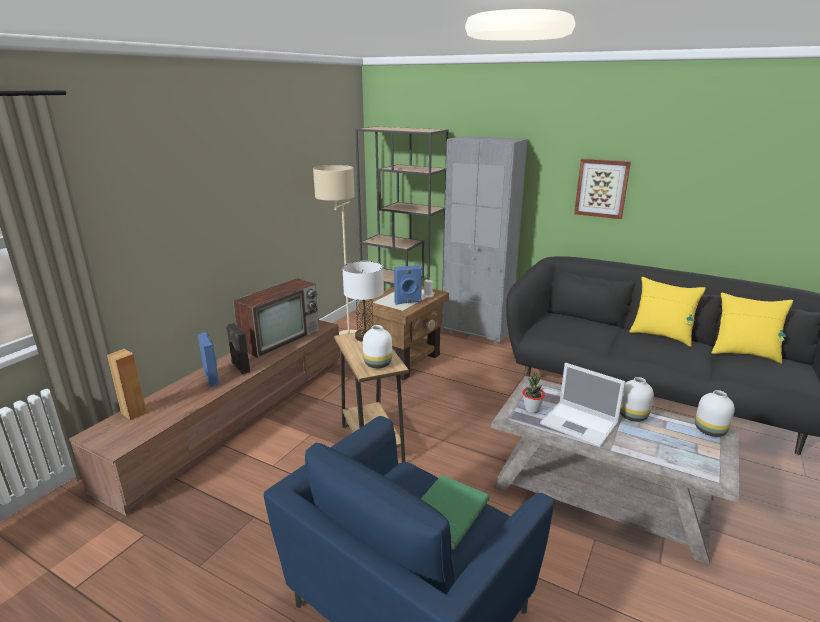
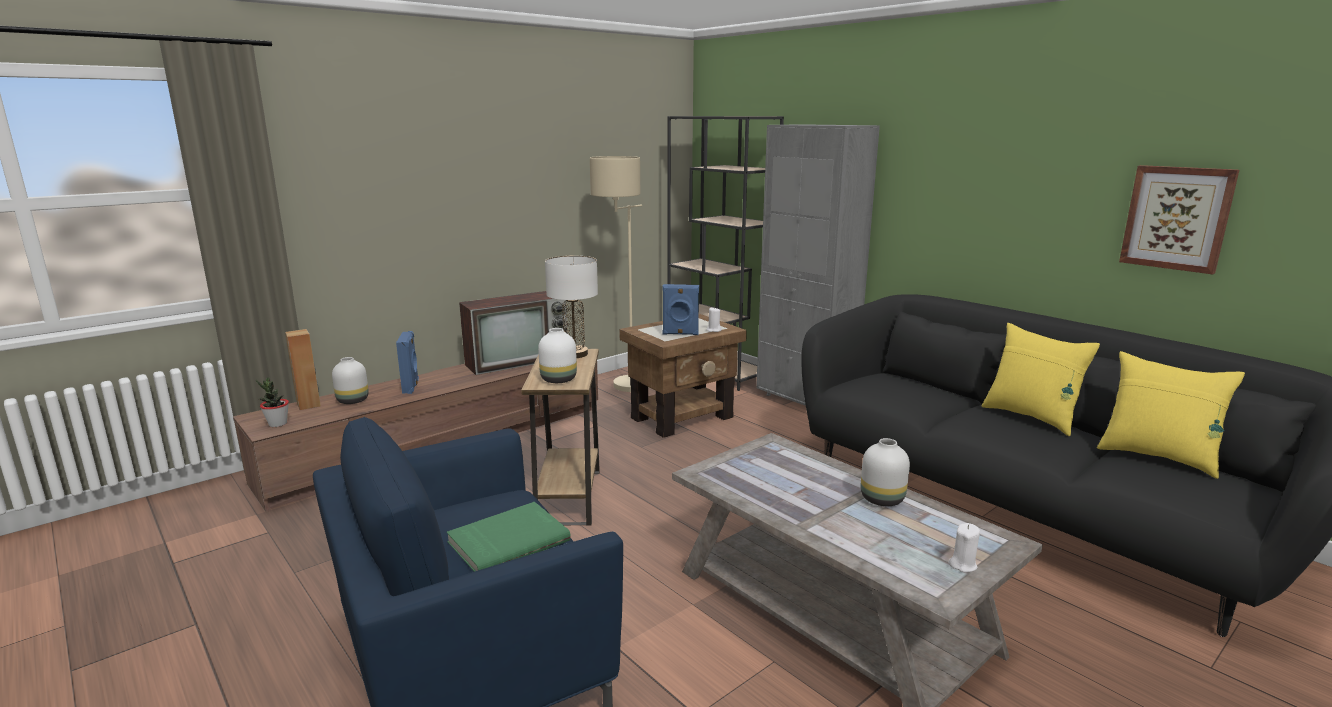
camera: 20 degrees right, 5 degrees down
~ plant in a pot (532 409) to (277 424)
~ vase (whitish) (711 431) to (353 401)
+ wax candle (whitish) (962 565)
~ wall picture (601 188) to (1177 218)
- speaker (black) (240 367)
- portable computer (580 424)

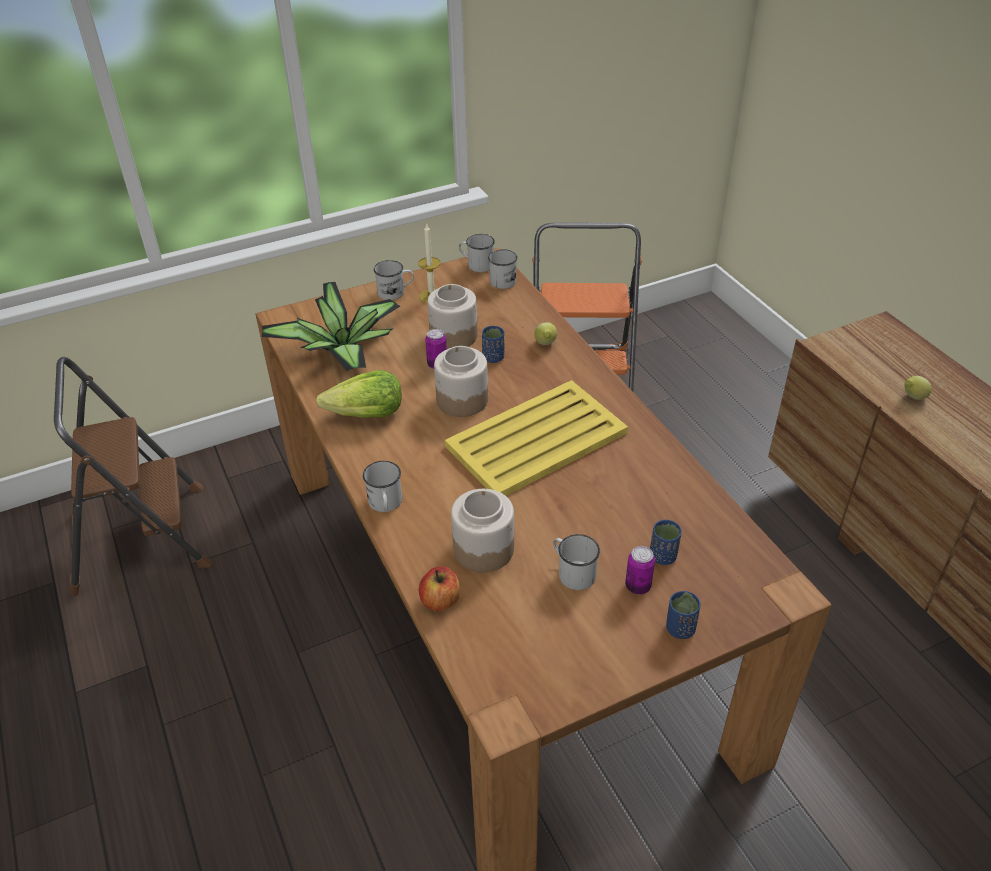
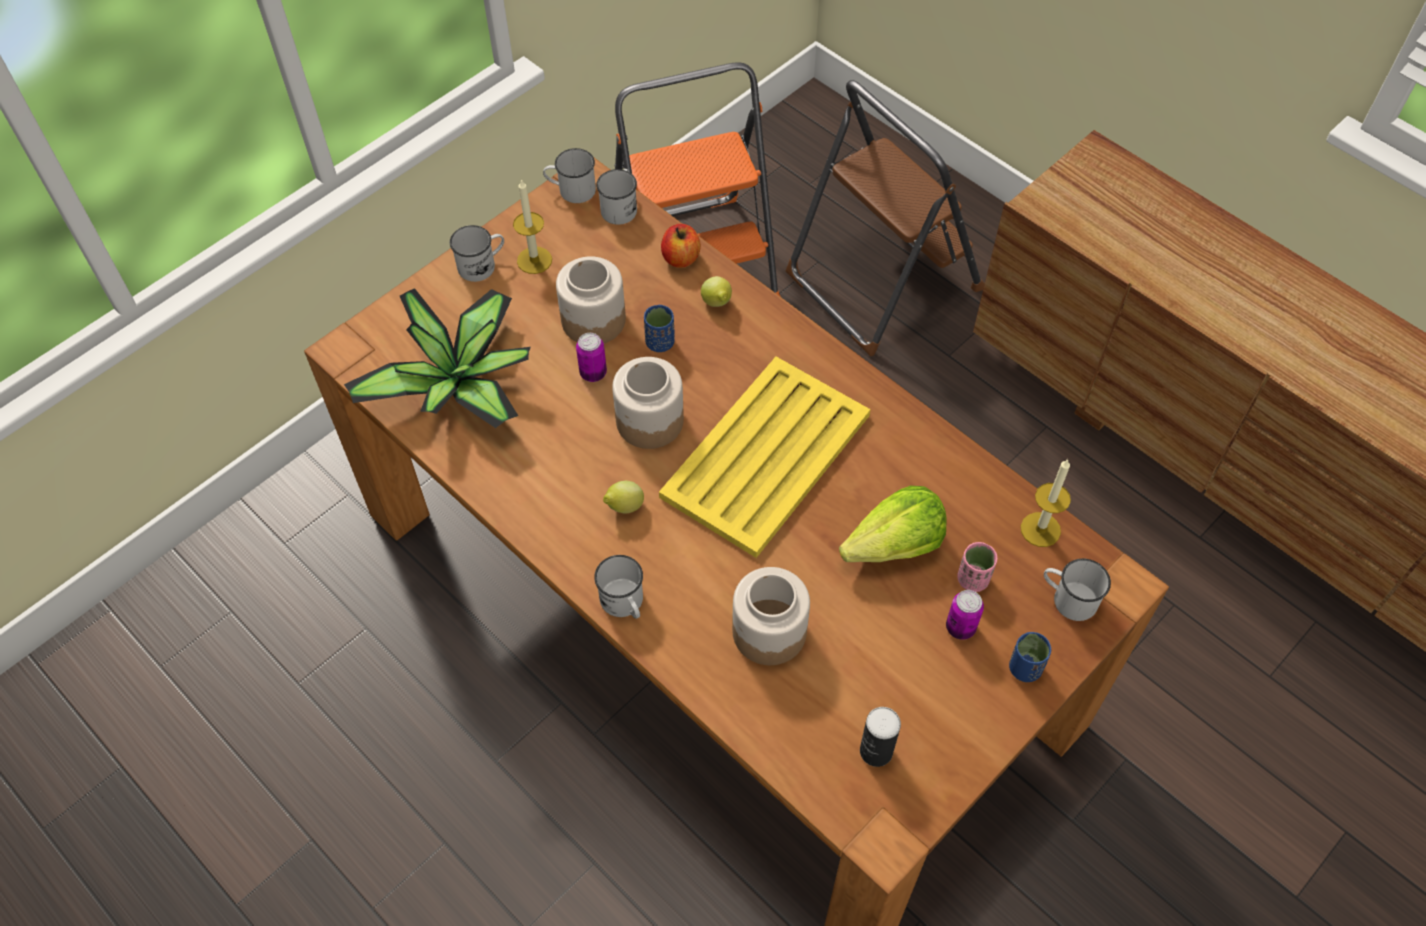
camera: 20 degrees left, 15 degrees up
~ citrus fruit (913 397) to (624 507)
~ apple (440 600) to (681 258)
~ step stool (brown) (133 539) to (877 282)
~ lettuce head (366 415) to (894 545)
+ metal can (876 751)
~ small cup (blue) (663 556) to small cup (pink-coloured) (973 579)
+ wax candle (1040 529)
~ coffee mug (whitish) (572 572) to (1068 598)

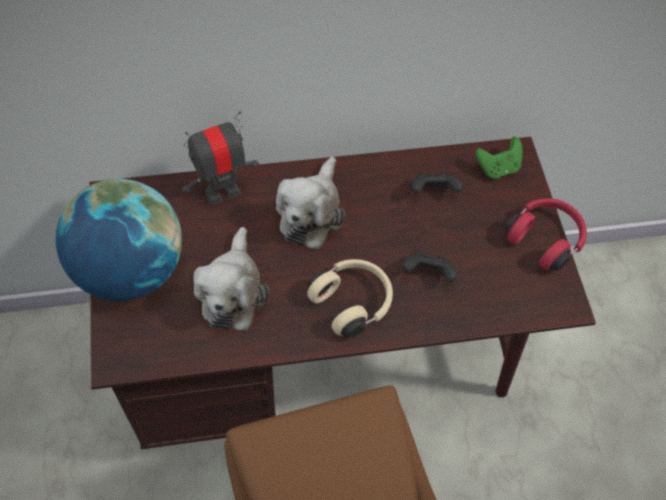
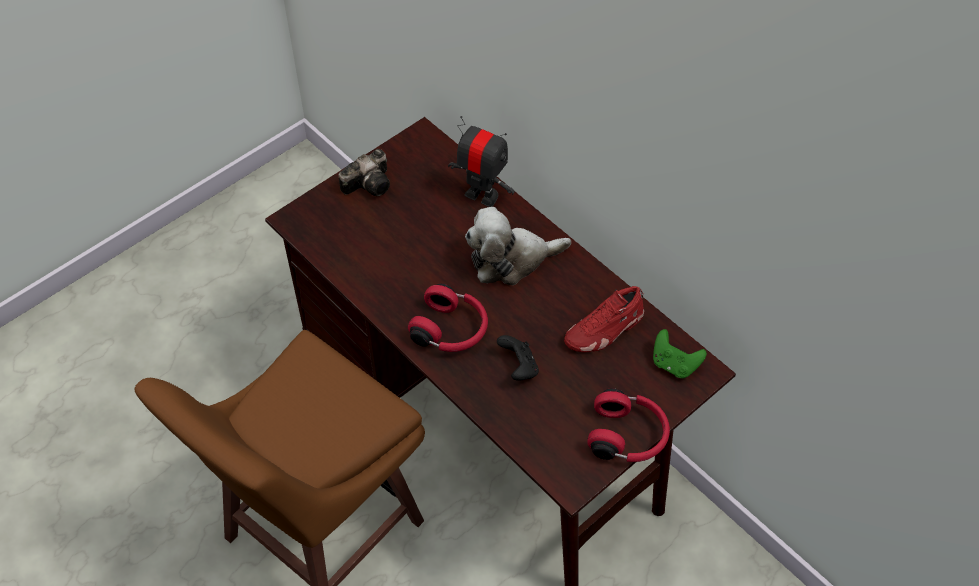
camera: 60 degrees right, 5 degrees down
~ desk globe (130 270) to photo camera (370 183)
~ pair of headphones (beige-coloured) (352 302) to pair of headphones (reddish) (451 330)
~ joypad (black) (433 192) to item of footwear (reddish) (604 330)
- cuddly toy (232 291)

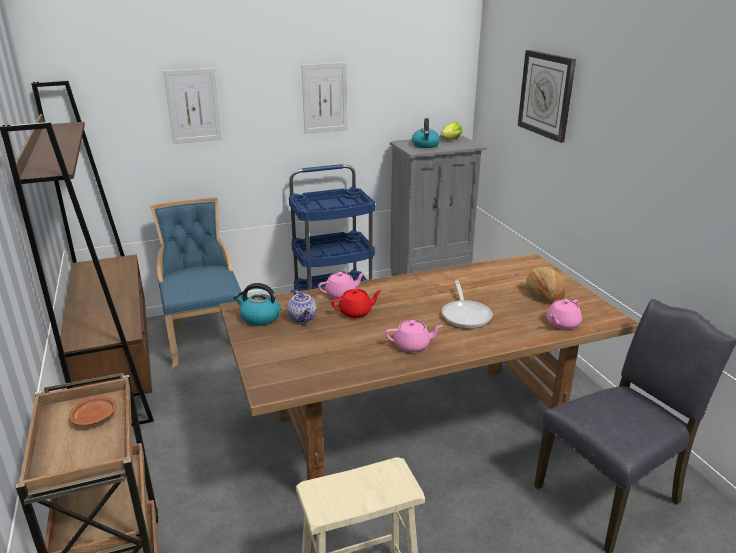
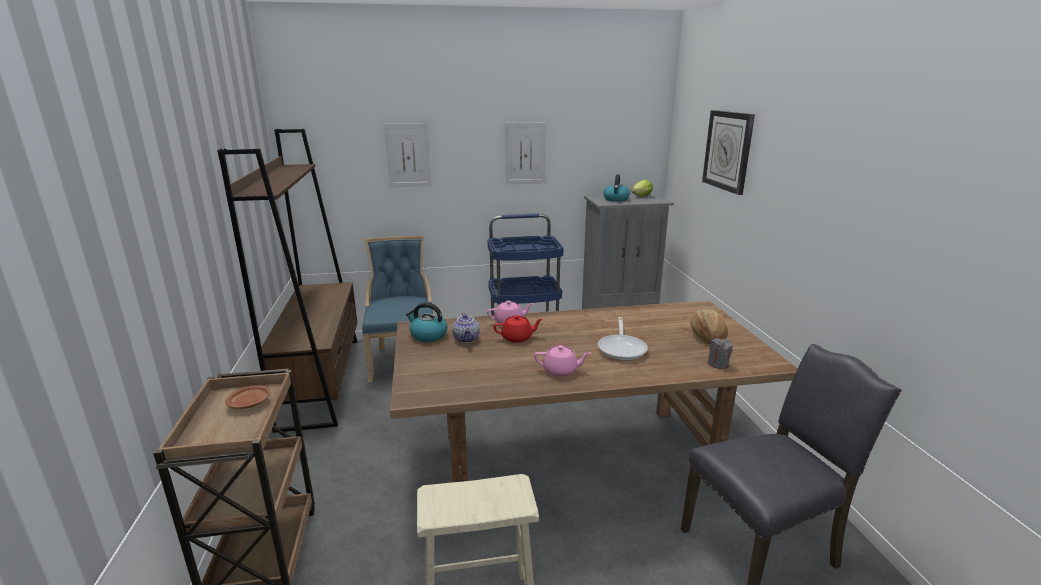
camera: 10 degrees right, 5 degrees down
~ teapot (pink-coloured) (562 323) to wax candle (greyish) (718 364)

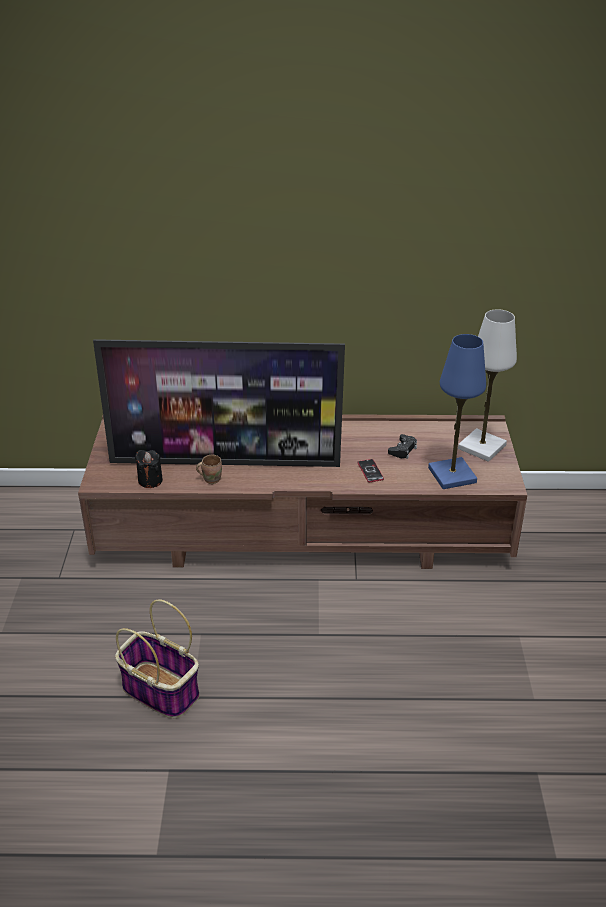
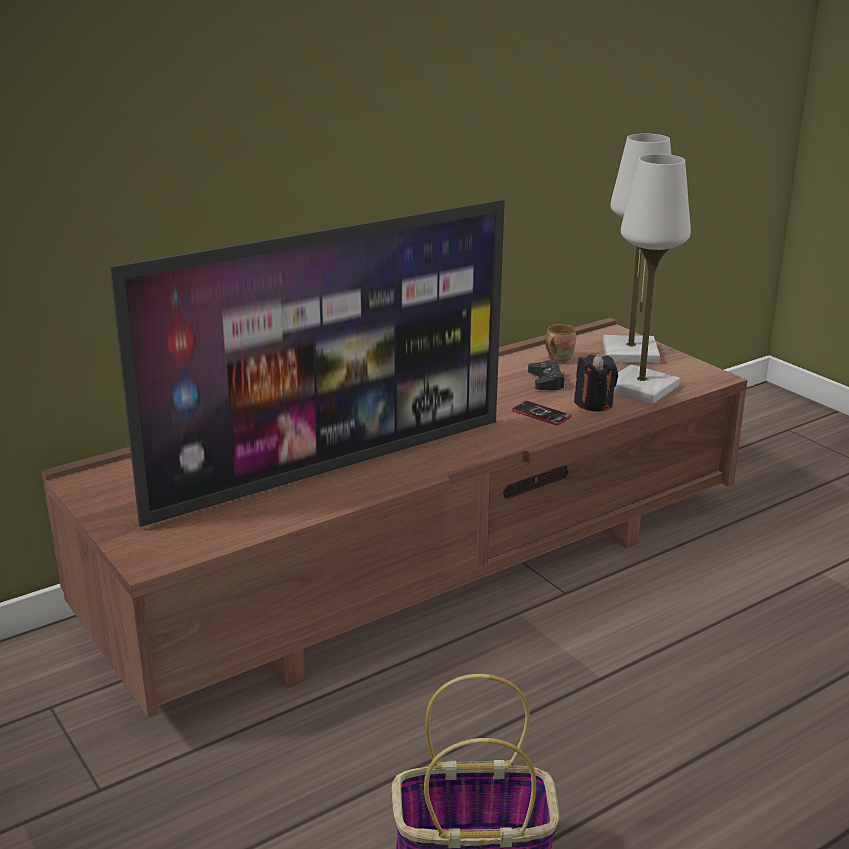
camera: 35 degrees left, 10 degrees down
~ coffee mug (brown) (211 479) to (557 360)
~ wax candle (black) (150 480) to (594 404)
~ lamp for a table (blue) (451 475) to lamp for a table (whitish) (640 388)

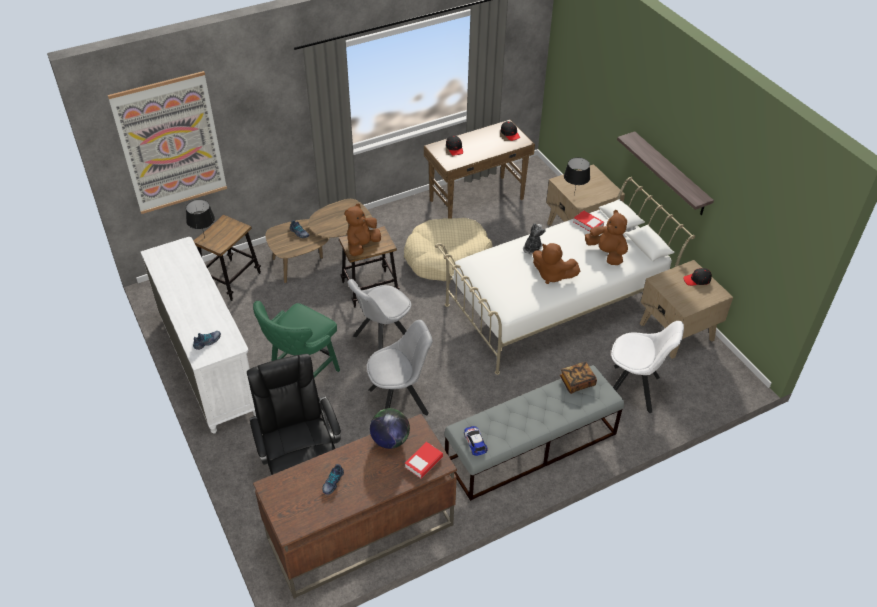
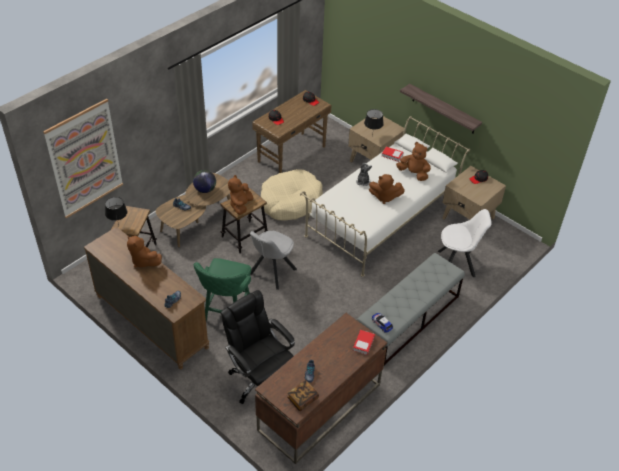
camera: 20 degrees left, 0 degrees up
~ chest of drawers (whitish) (208 365) to chest of drawers (brown) (151 322)
+ cuddly toy (brown) (143 261)
~ desk globe (390 440) to (205 190)
~ volume (577 382) to (302 399)
- upright chair (greyish) (400 401)

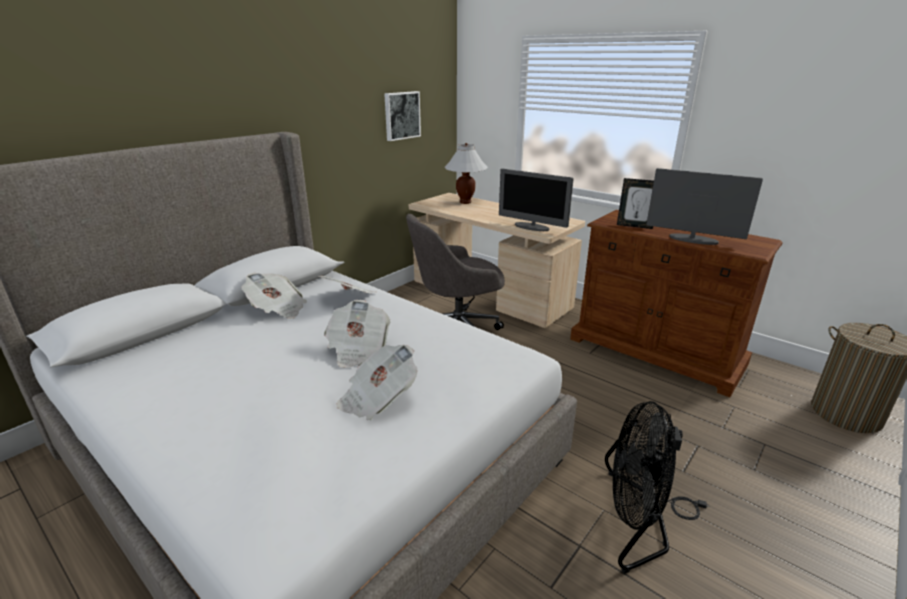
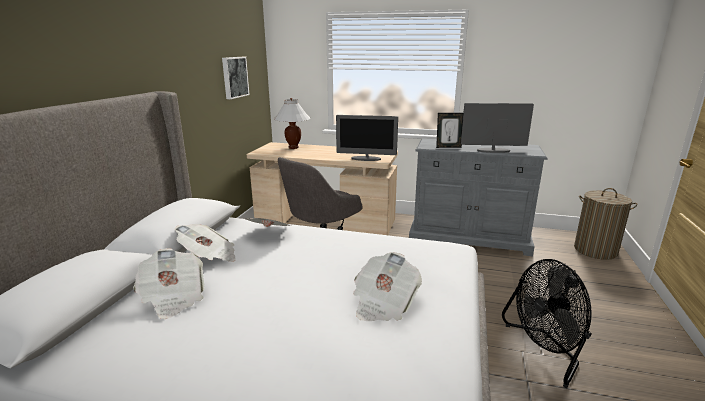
camera: 25 degrees left, 5 degrees down
~ newspaper (358 349) to (173 298)
~ chest of drawers (brown) (657 351) to chest of drawers (greyish) (469 237)

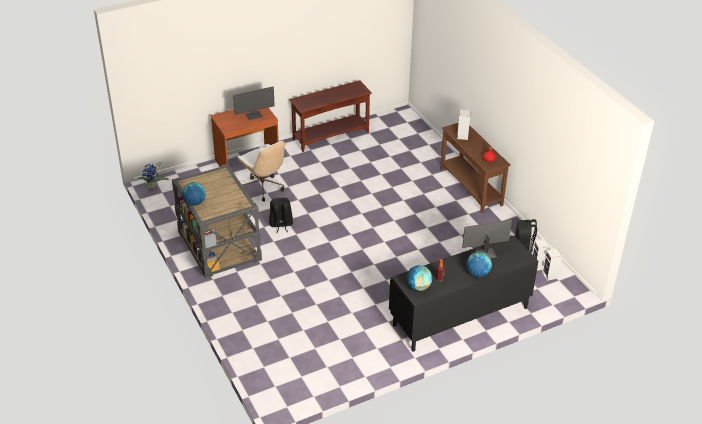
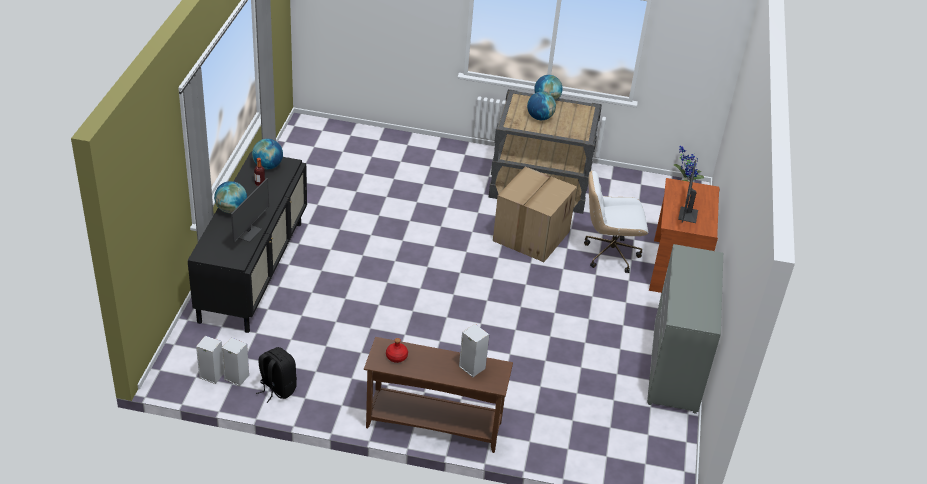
camera: 125 degrees right, 0 degrees up
~ rucksack (black) (281 225) to cardboard box (531 235)
+ desk globe (539 117)
~ console table (brown) (331 136) to chest of drawers (greyish) (675 366)

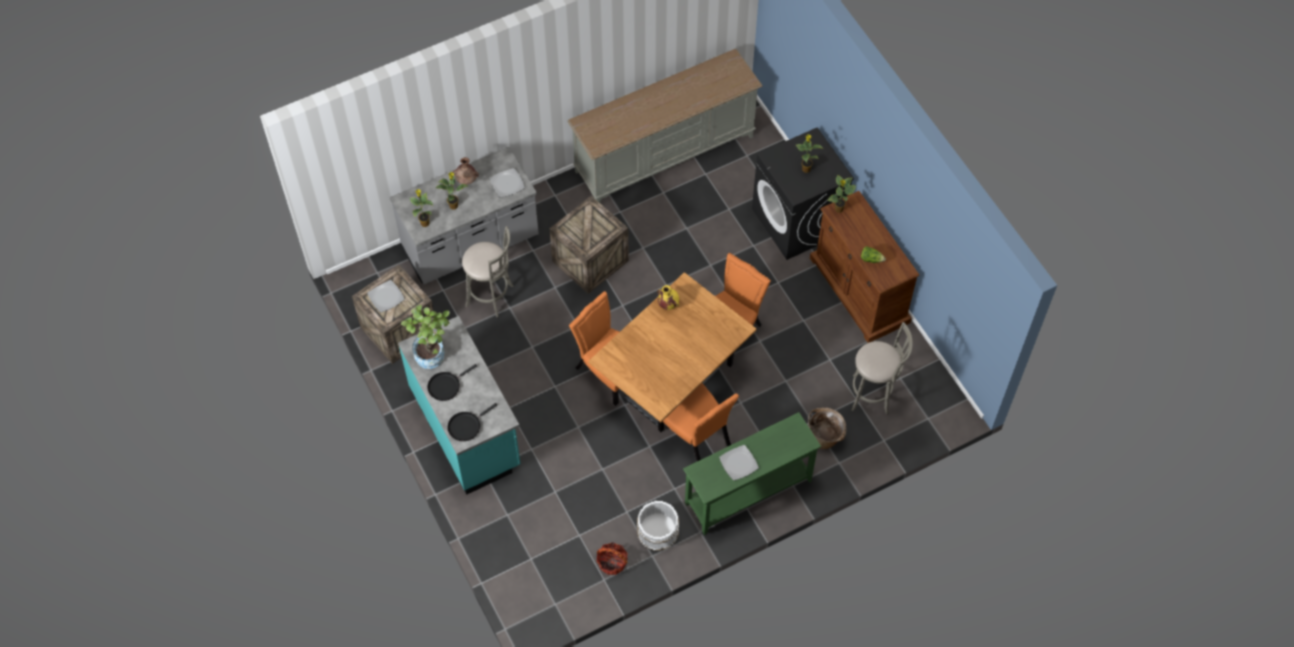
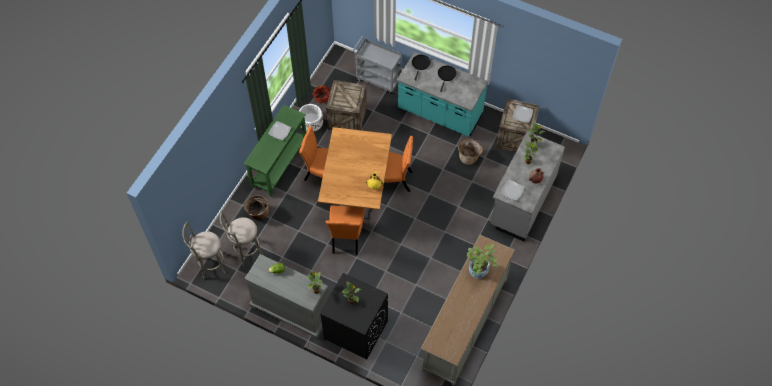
camera: 145 degrees right, 0 degrees up
~ sitting stool (greyish) (492 297) to (210 265)
~ chest of drawers (brown) (860 290) to chest of drawers (greyish) (290 308)
~ crate (590 260) to (348 118)
+ cart (greyish) (377 80)
+ storage basket (469 157)
~ plant in a pot (432 352) to (478 272)

